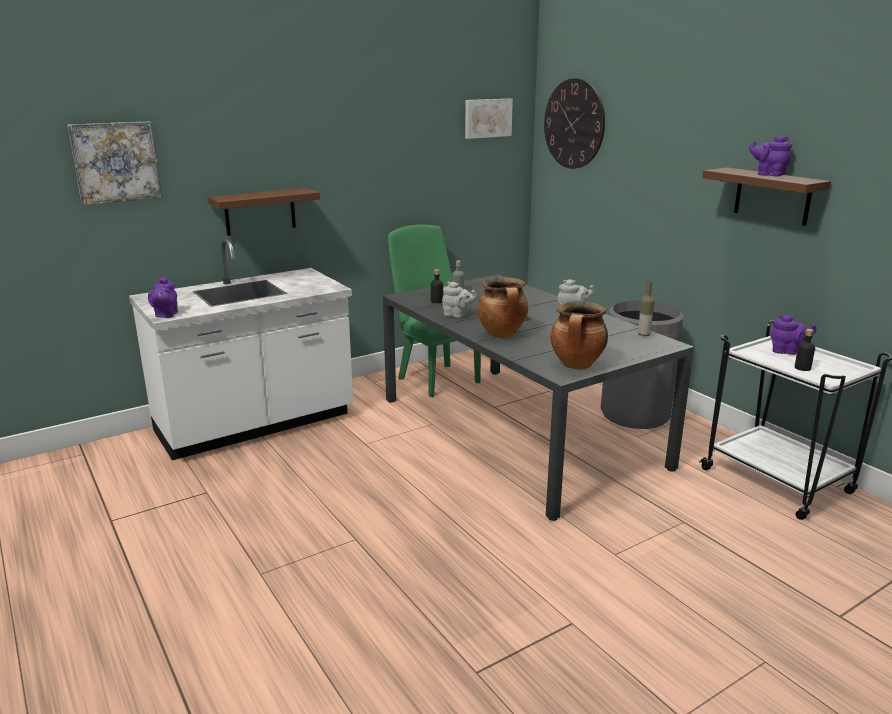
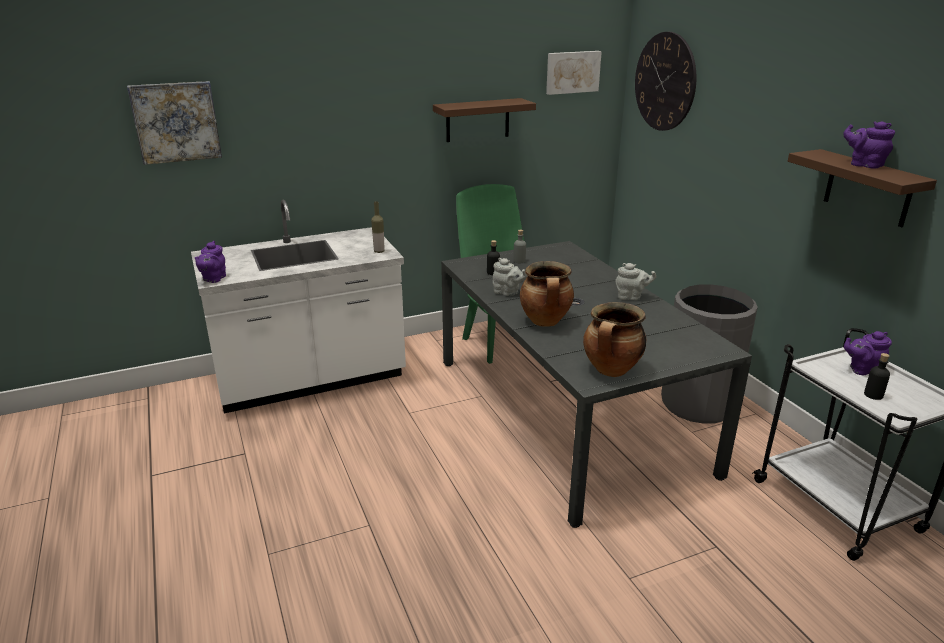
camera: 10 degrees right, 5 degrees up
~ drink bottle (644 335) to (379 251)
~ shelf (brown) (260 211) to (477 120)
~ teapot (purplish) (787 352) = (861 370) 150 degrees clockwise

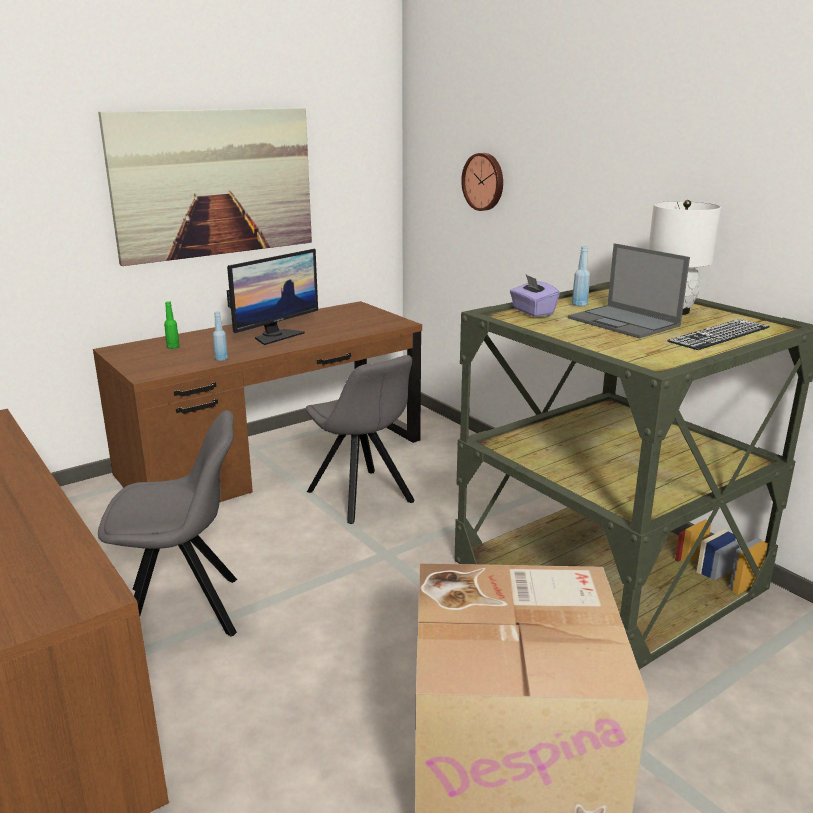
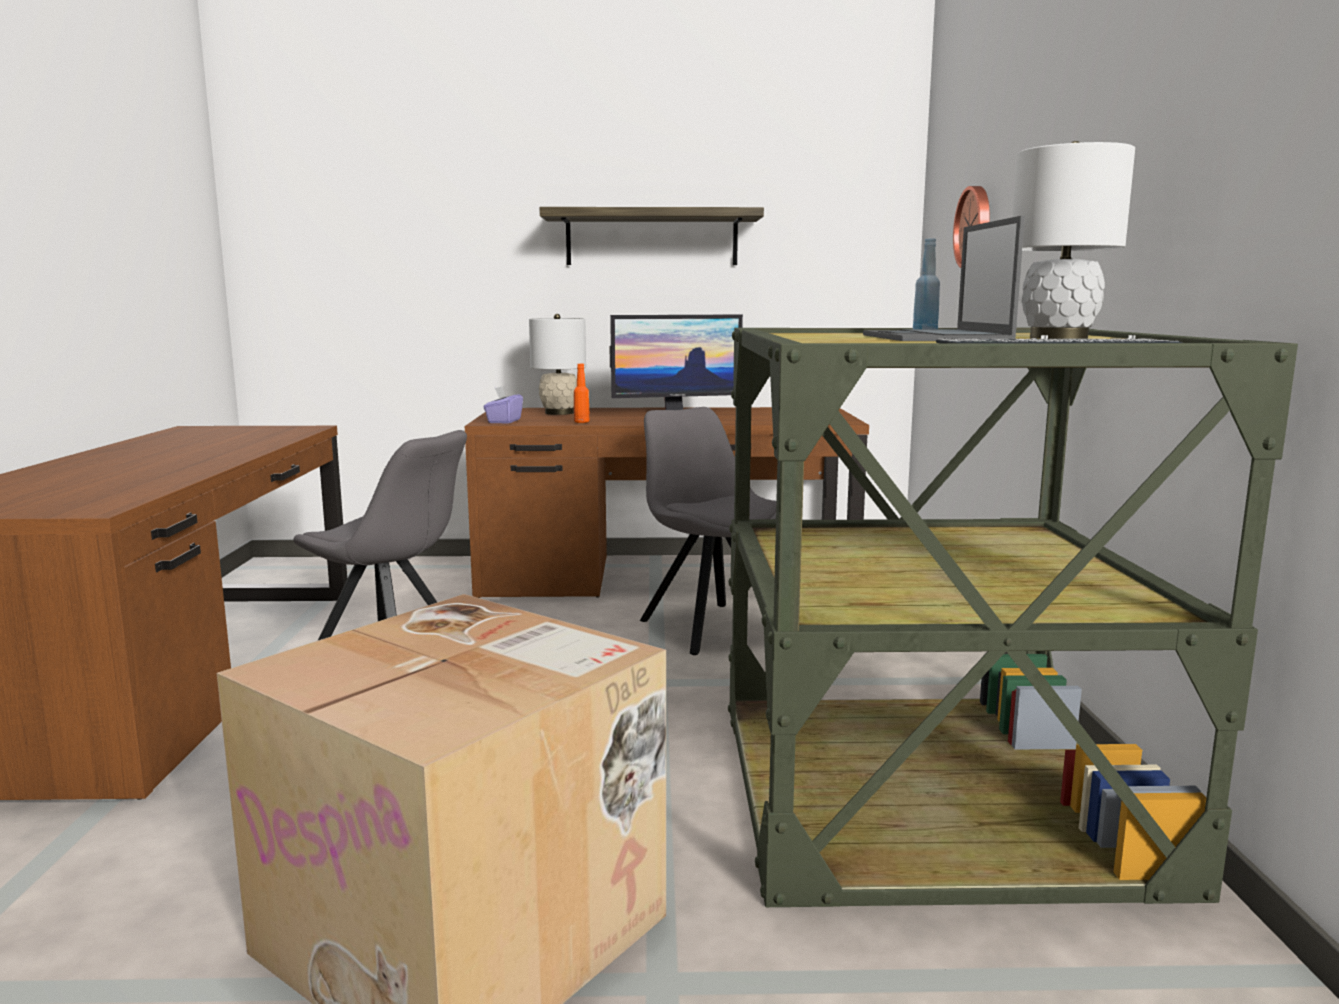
camera: 35 degrees right, 10 degrees down
~ box of tissues (purplish) (532 311) to (504 421)
~ drink bottle (green-coloured) (173 347) to lamp for a table (whitish) (559 413)
~ wall picture (214 183) to shelf (652 239)
~ drink bottle (blue) (221 359) to drink bottle (orange-coloured) (581 422)
~ upright chair (greyish) (361 496) = (709 627) 150 degrees clockwise

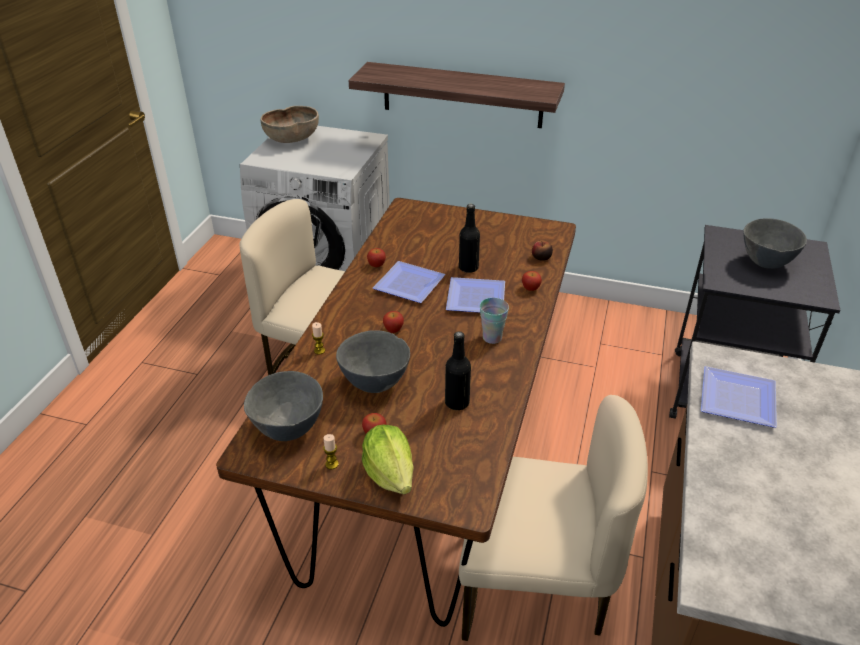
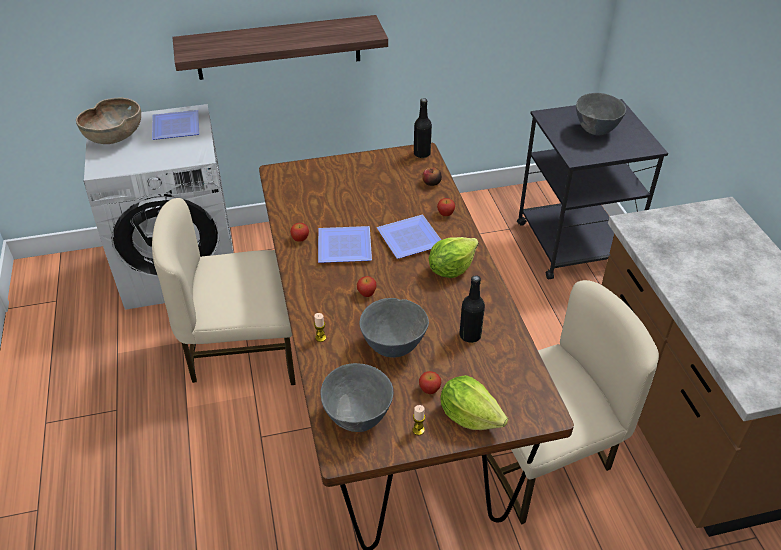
camera: 30 degrees left, 5 degrees up
~ flat dish (734 400) to (174 128)
~ drink bottle (black) (468 268) to (422 154)
~ small cup (492 337) to lettuce head (451 269)

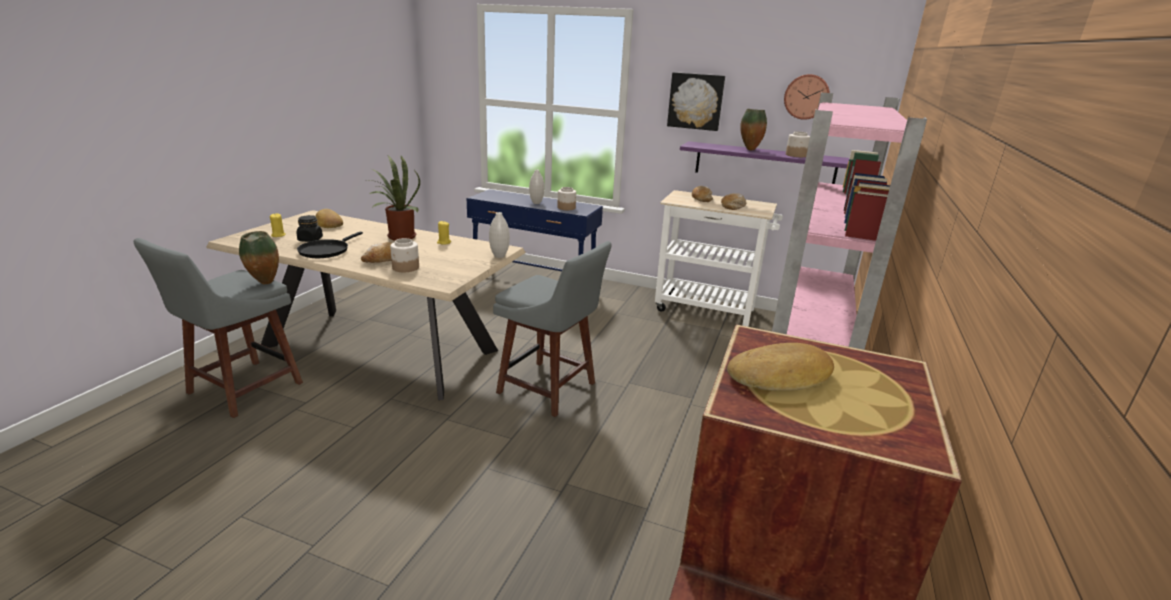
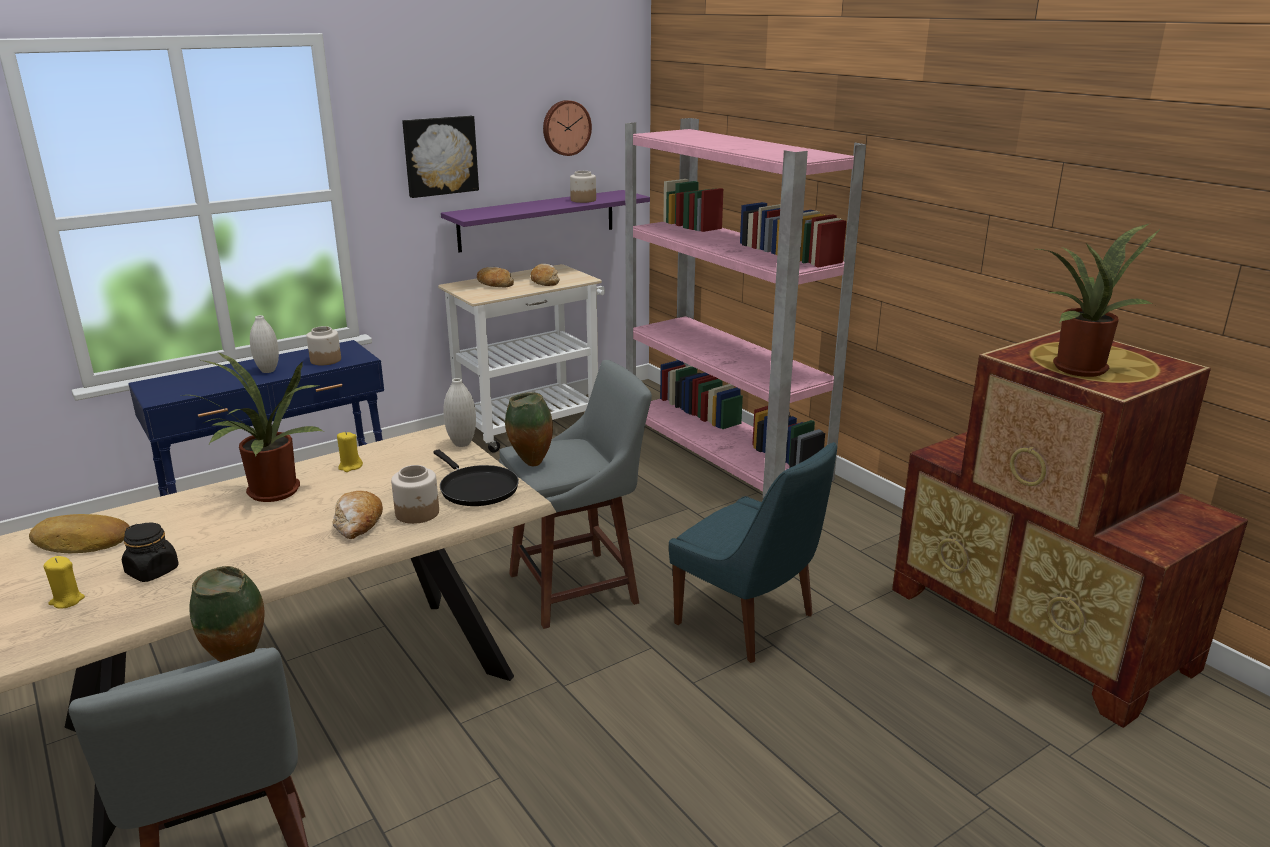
camera: 55 degrees left, 0 degrees up
~ skillet (black) (326 251) to (476 488)
~ vase (749 149) to (530 464)
+ upright chair (blue) (749 621)
~ bakery bread (781 376) to plant in a pot (1076 367)

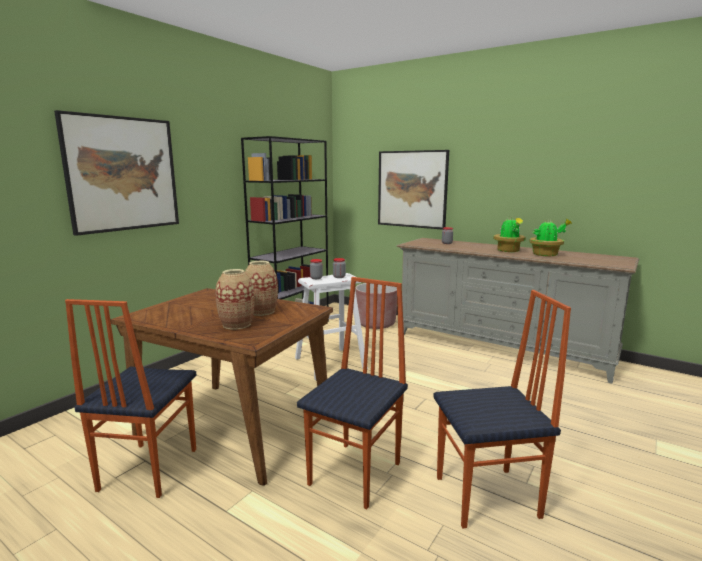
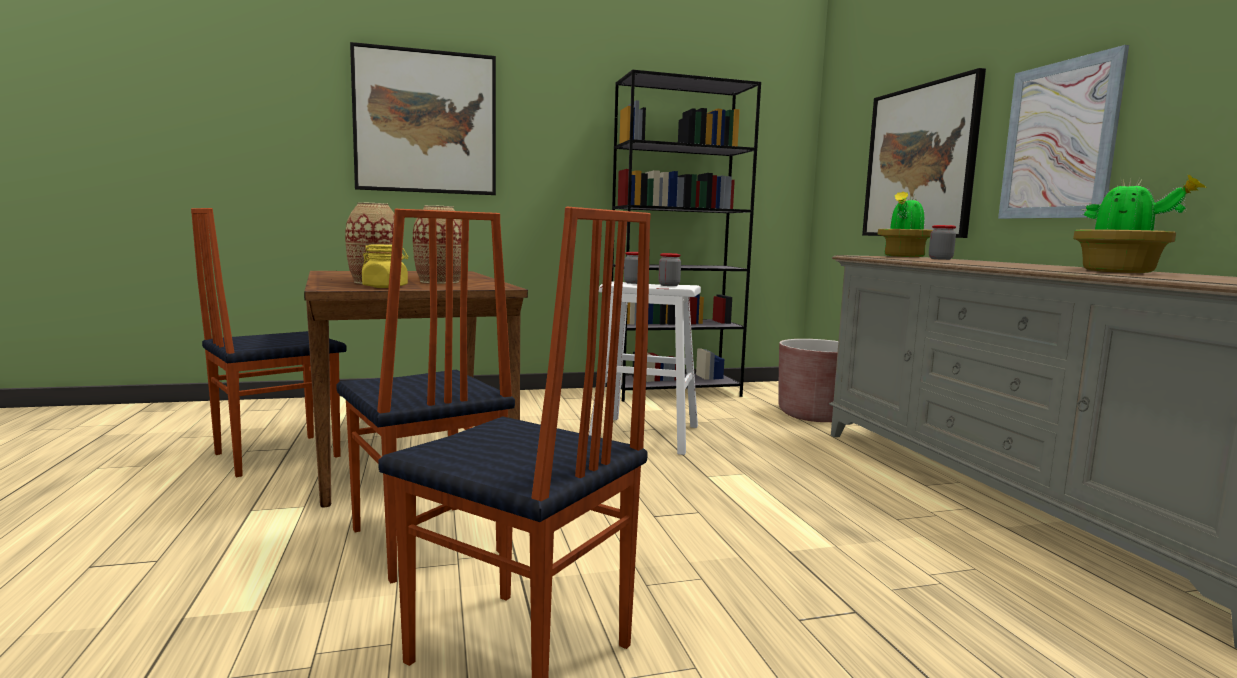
camera: 40 degrees right, 5 degrees down
~ upright chair (357 473) = (424 542) 75 degrees clockwise
+ preserve jar (yellow) (385 287)
~ plant in a pot (508 251) to (903 256)
+ wall picture (1059 140)

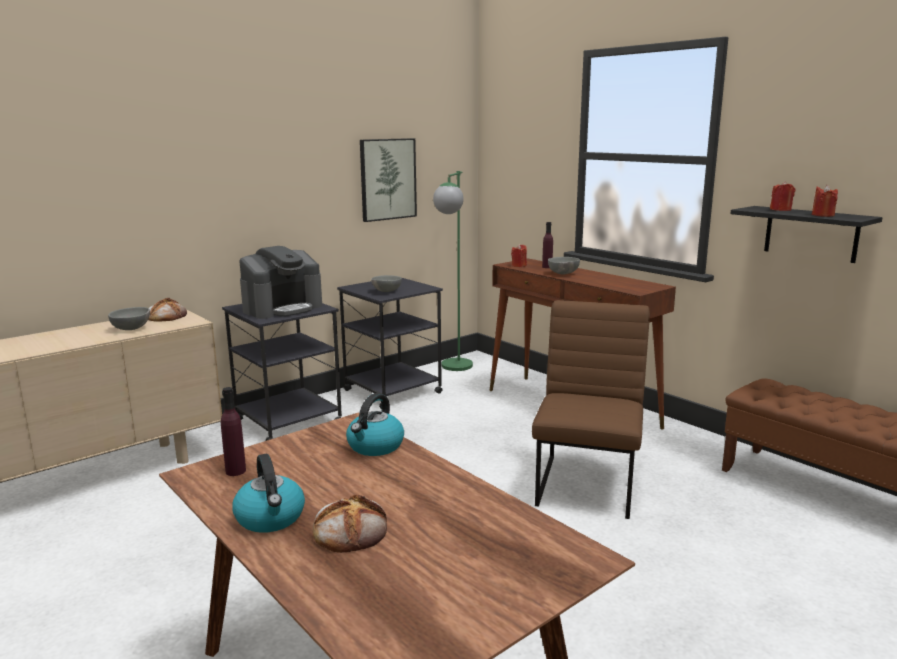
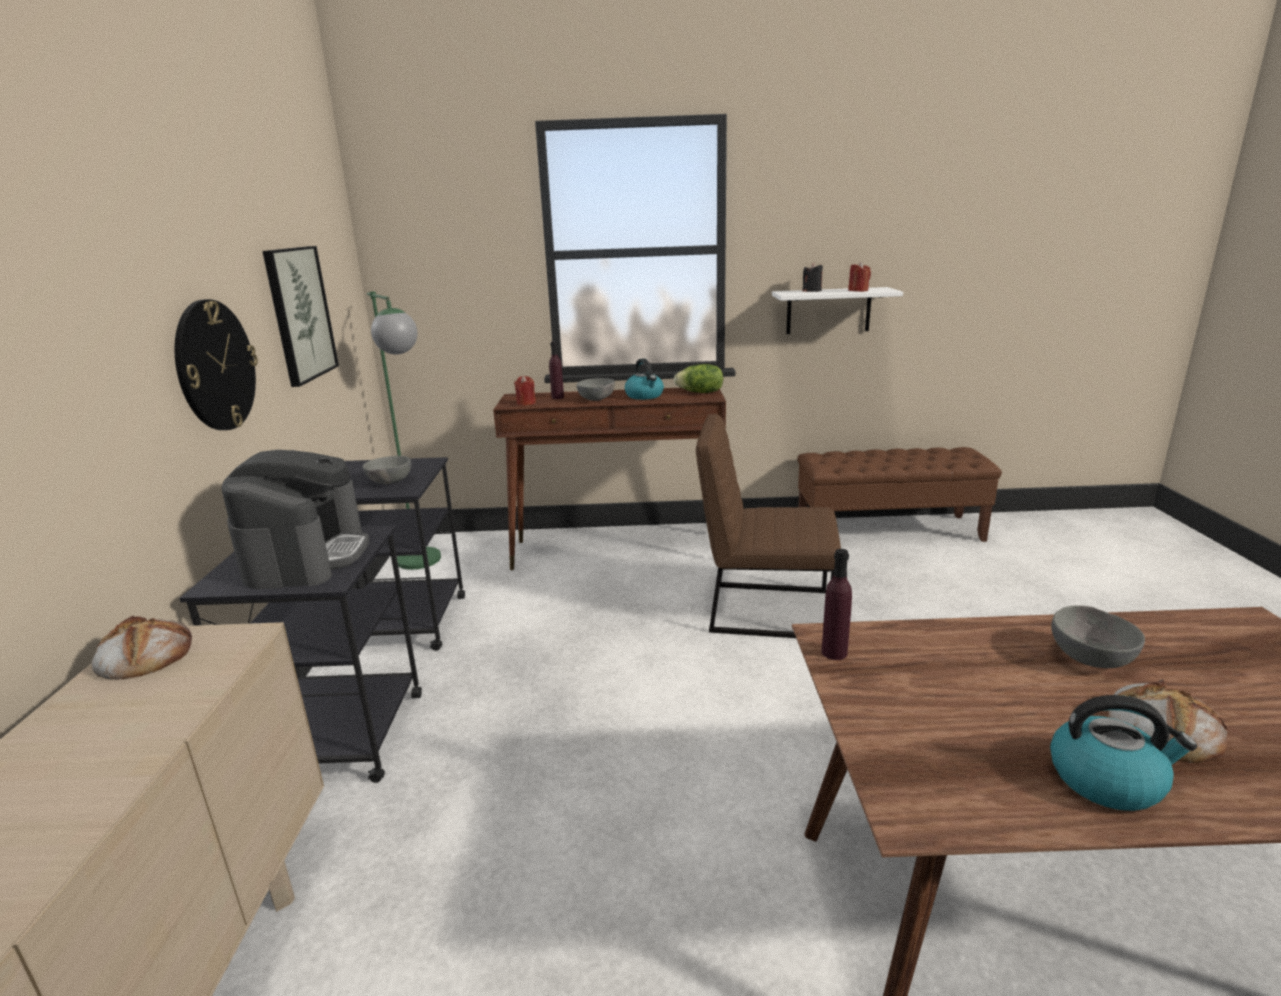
camera: 50 degrees left, 5 degrees up
+ hanging clock (215 366)
~ tea kettle (375 446) to (645 396)
+ lettuce head (700 393)
~ upright chair (brown) (588 483) = (765 610) 45 degrees counterclockwise
~ shelf (black) (811 234) to shelf (whitish) (828 311)
~ wax candle (reddish) (780 210) to wax candle (black) (812 291)
~ drink bottle (purplish) (235 471) to (834 652)
~ bowl (greyish) (132 329) to (1091 658)

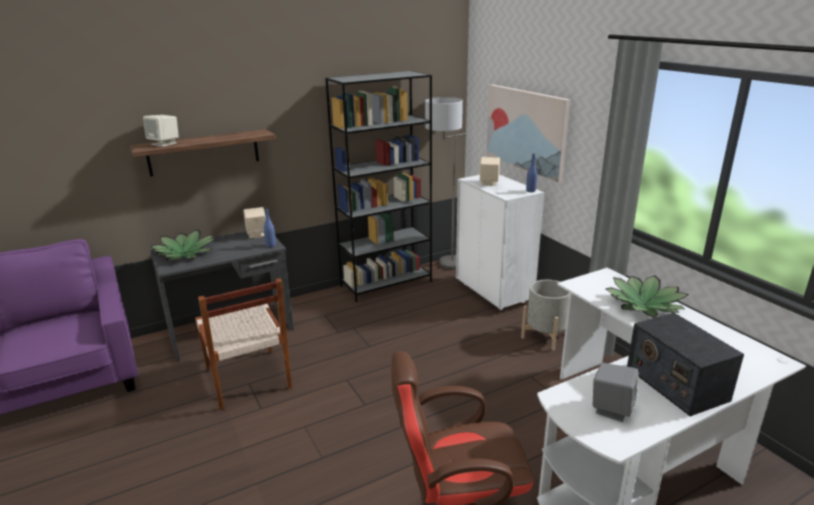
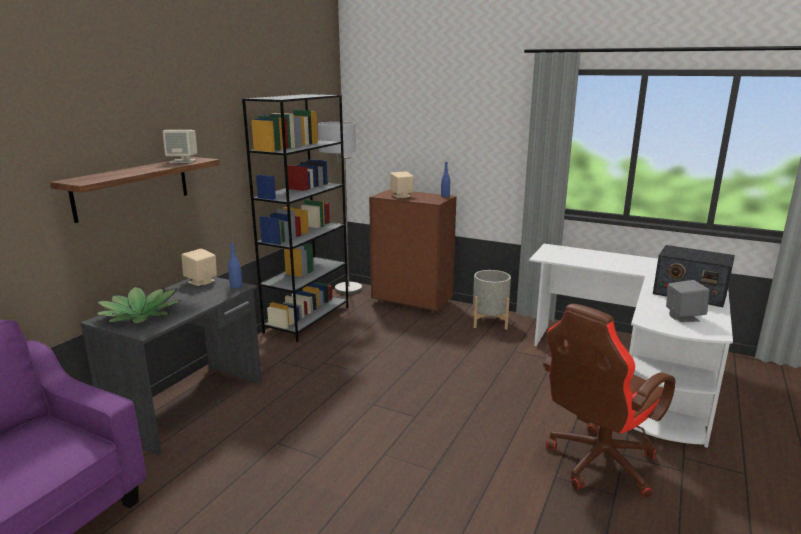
camera: 35 degrees left, 5 degrees down
~ speaker (beige-coloured) (164 143) to (183 161)
~ cupboard (whitish) (494 293) to cupboard (brown) (413 302)
- upright chair (248 380)
- wall picture (526 130)
- plant in a pot (645 305)

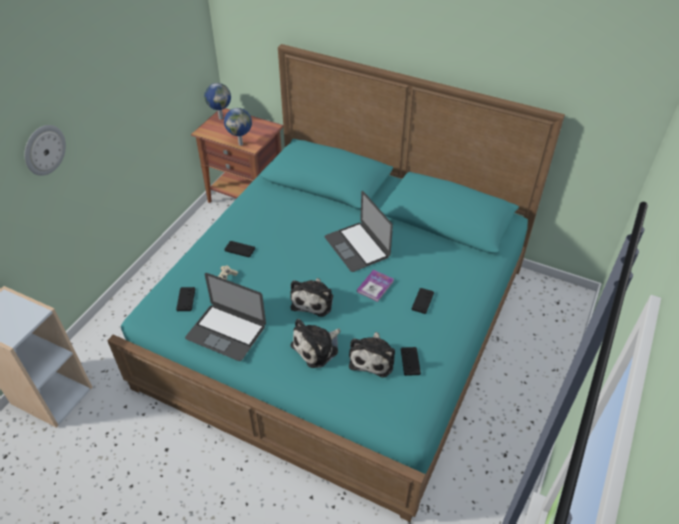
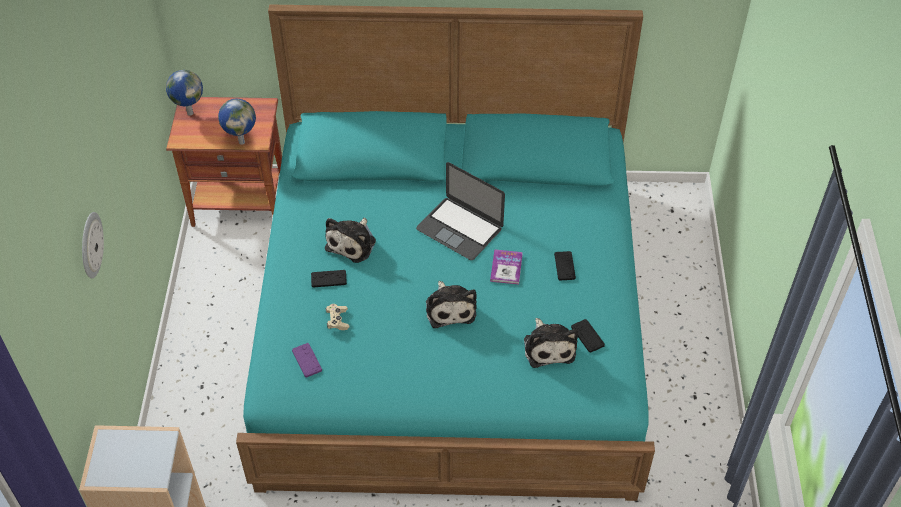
camera: 25 degrees left, 5 degrees up
~ joypad (black) (186 299) to joypad (purplish) (307 360)
~ cuddly toy (317 348) to (353 243)
- portable computer (226 332)

